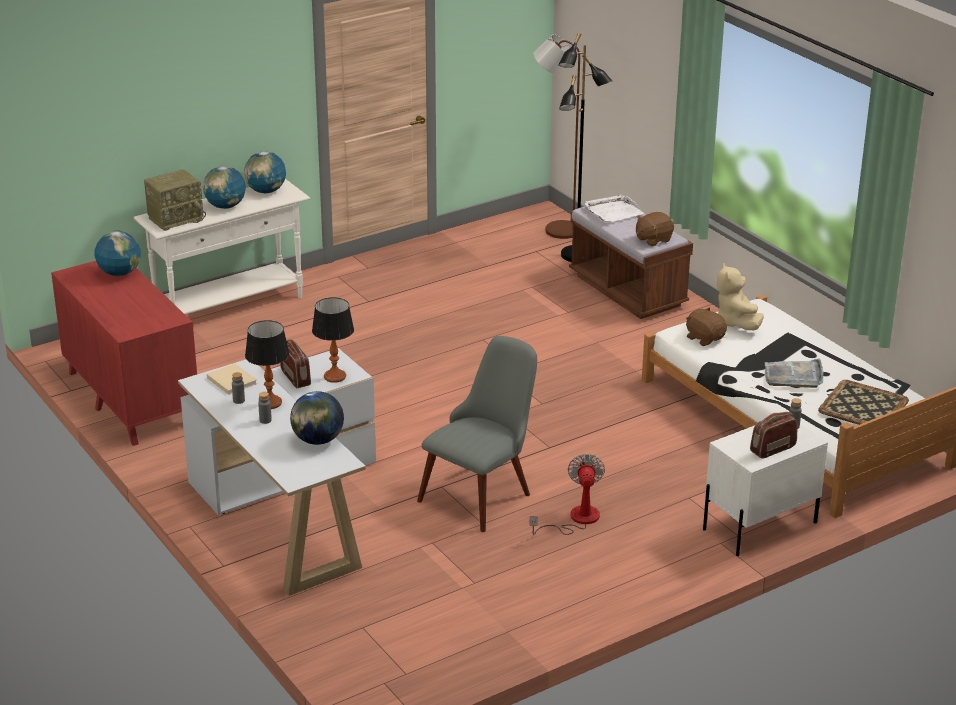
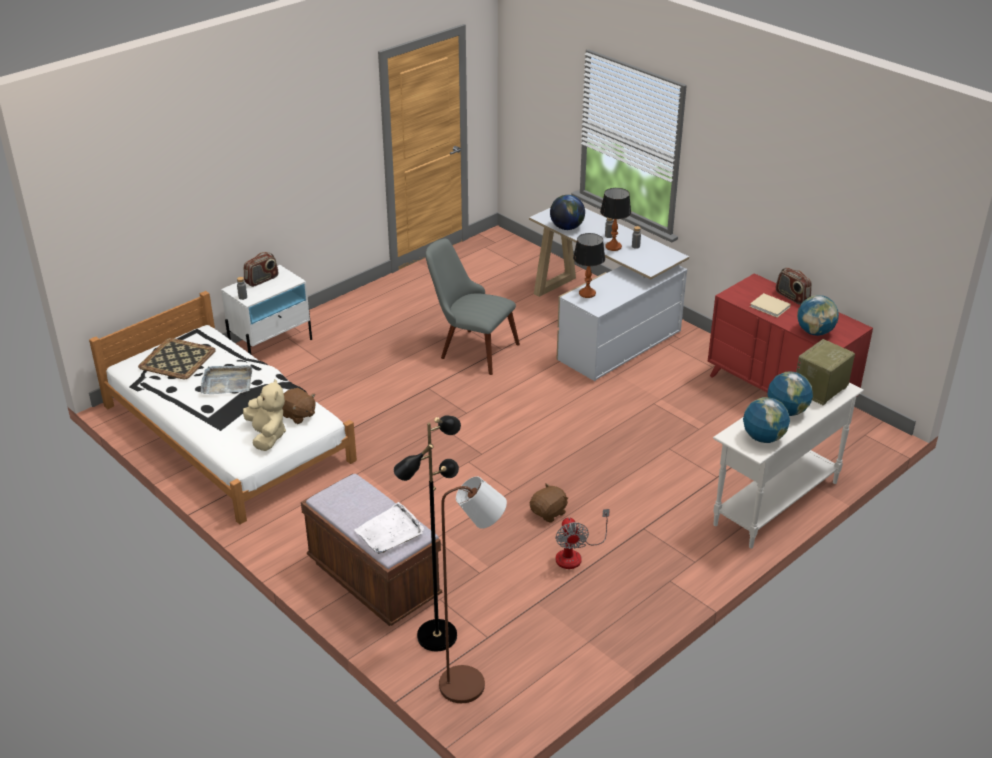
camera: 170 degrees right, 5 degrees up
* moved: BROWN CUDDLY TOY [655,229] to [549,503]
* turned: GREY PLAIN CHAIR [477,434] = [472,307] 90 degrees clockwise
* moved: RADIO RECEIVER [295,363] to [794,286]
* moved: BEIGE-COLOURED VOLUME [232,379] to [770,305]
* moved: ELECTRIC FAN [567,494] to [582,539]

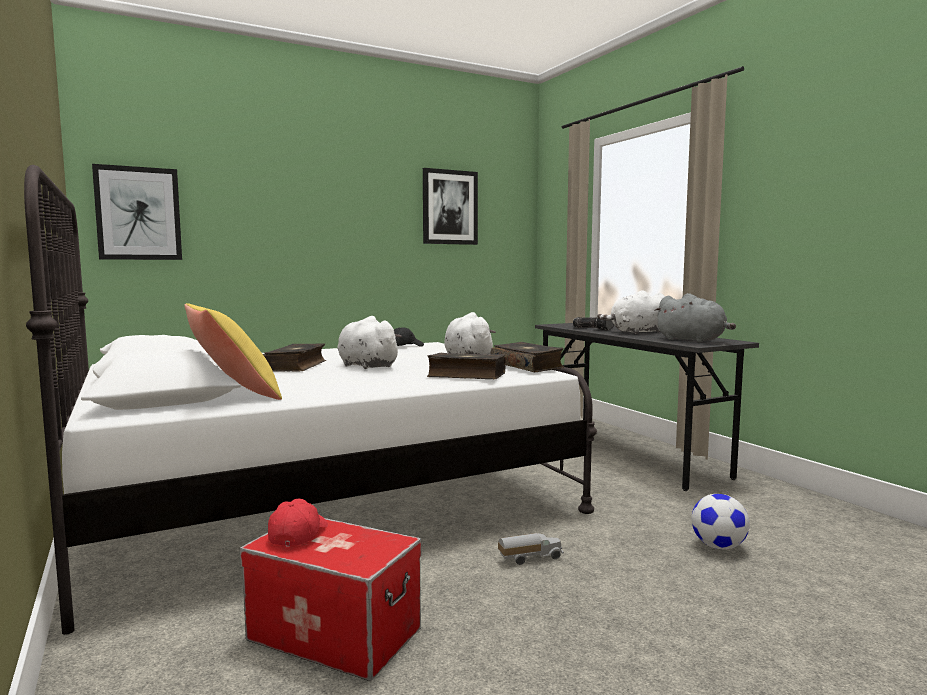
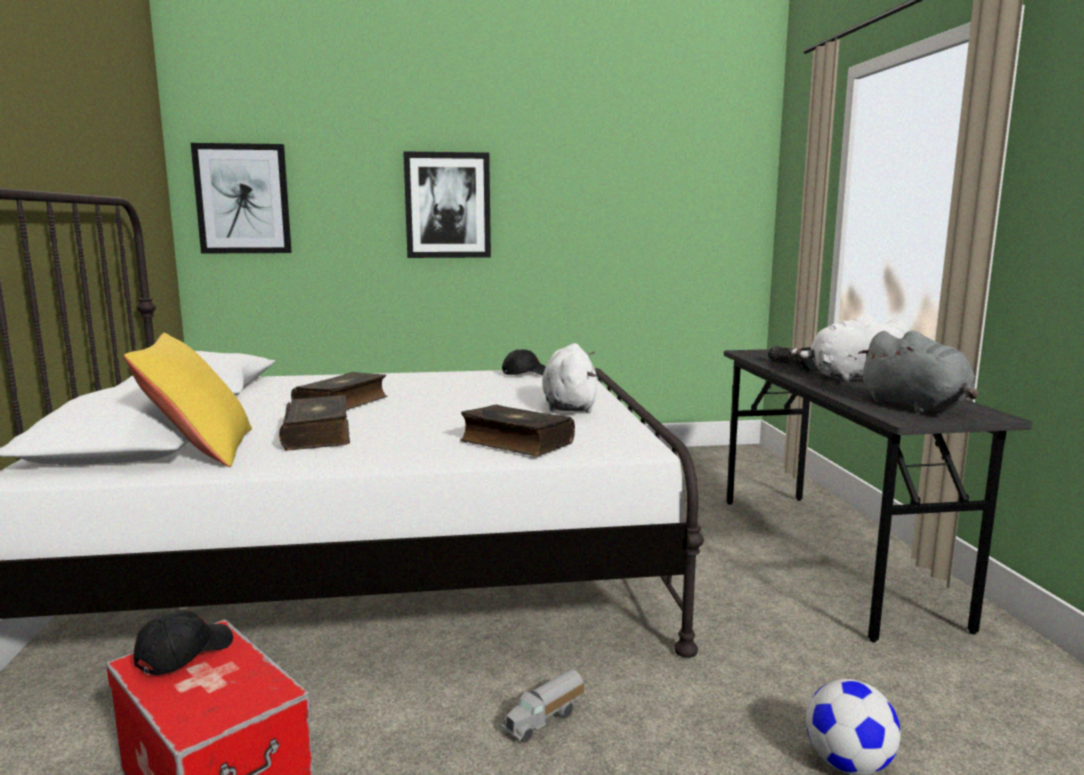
camera: 20 degrees right, 5 degrees up
* moved: WALL ART [450,206] to [447,204]
* removed: WHITE CUDDLY TOY [369,342]
* moved: VOLUME [527,357] to [314,422]
* recoloured: RED PEAKED CAP [298,523] to BLACK PEAKED CAP [183,642]
* turned: MODEL TRUCK [531,549] = [542,706] 135 degrees clockwise

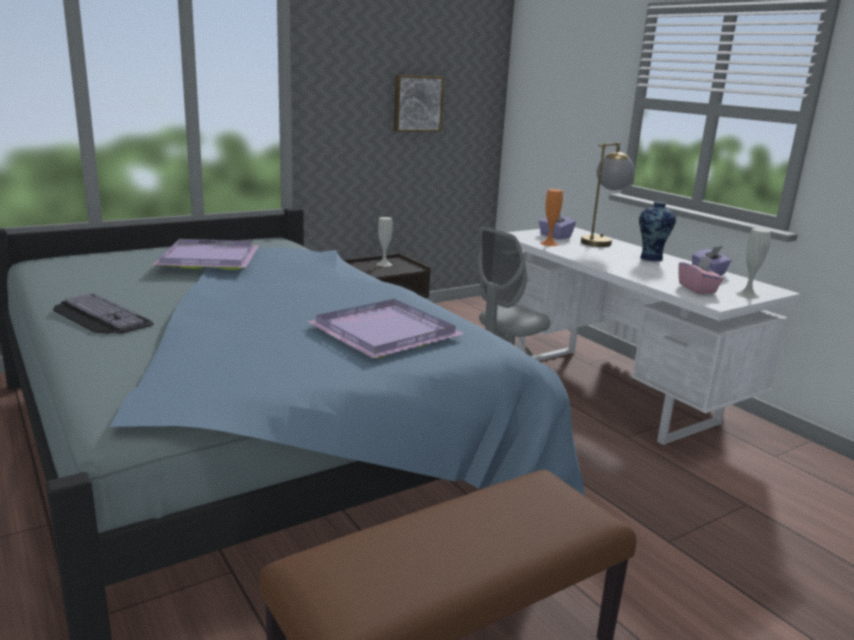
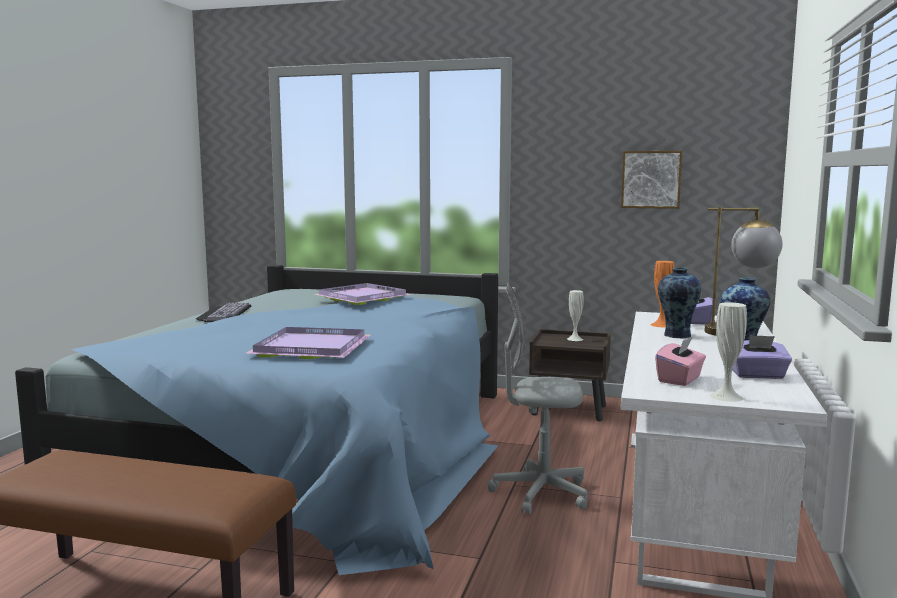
camera: 50 degrees right, 10 degrees down
* added: VASE [679,302]

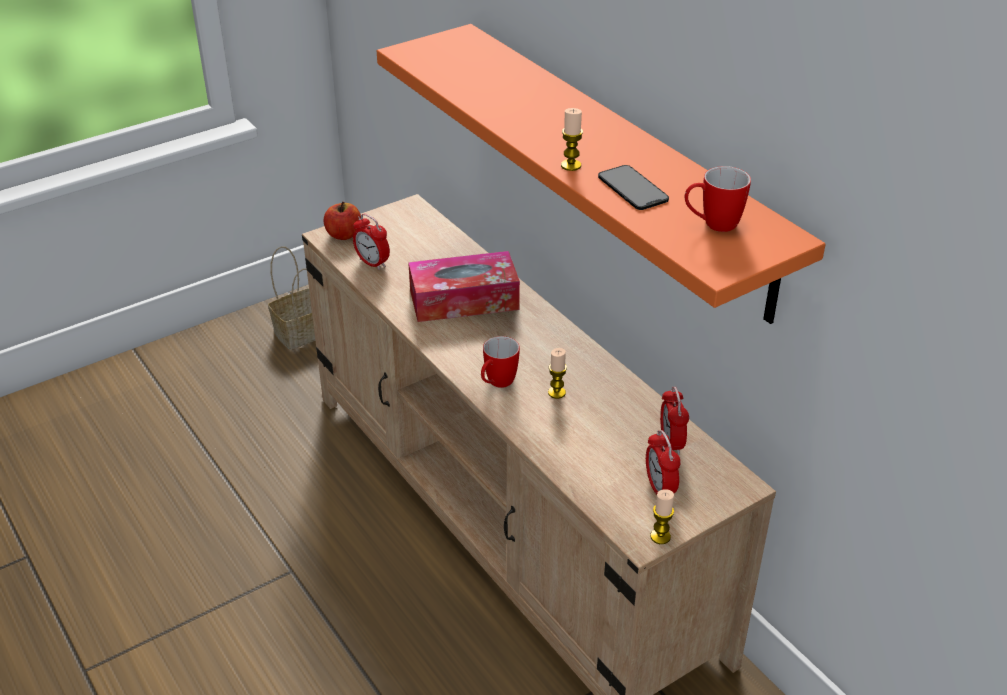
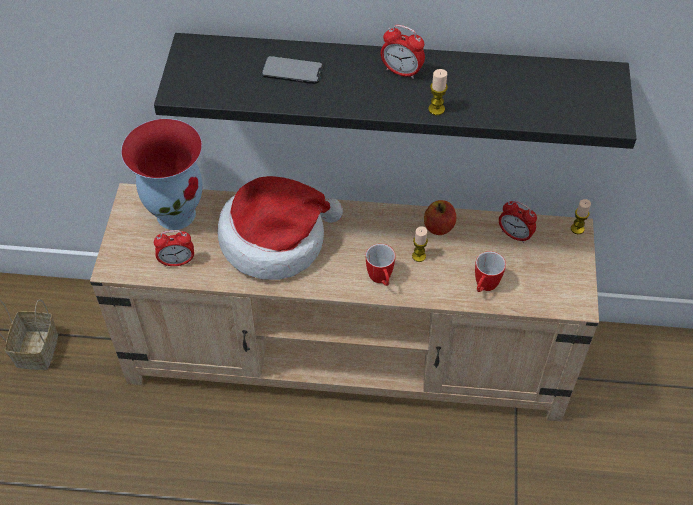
camera: 50 degrees left, 15 degrees up
* recoloured: ORANGE-COLOURED WALL SHELF [601,174] to BLACK WALL SHELF [395,91]
* moved: HANDSET [633,187] to [292,70]
* moved: TEA MUG [718,199] to [490,271]
* moved: APPLE [342,221] to [440,217]
* replaced: BOX OF TISSUES [464,286] to WEARABLE HAT [280,228]
* moved: TABLE CLOCK [663,462] to [403,52]
* moved: WAX CANDLE [662,516] to [581,216]
* added: VASE [162,174]

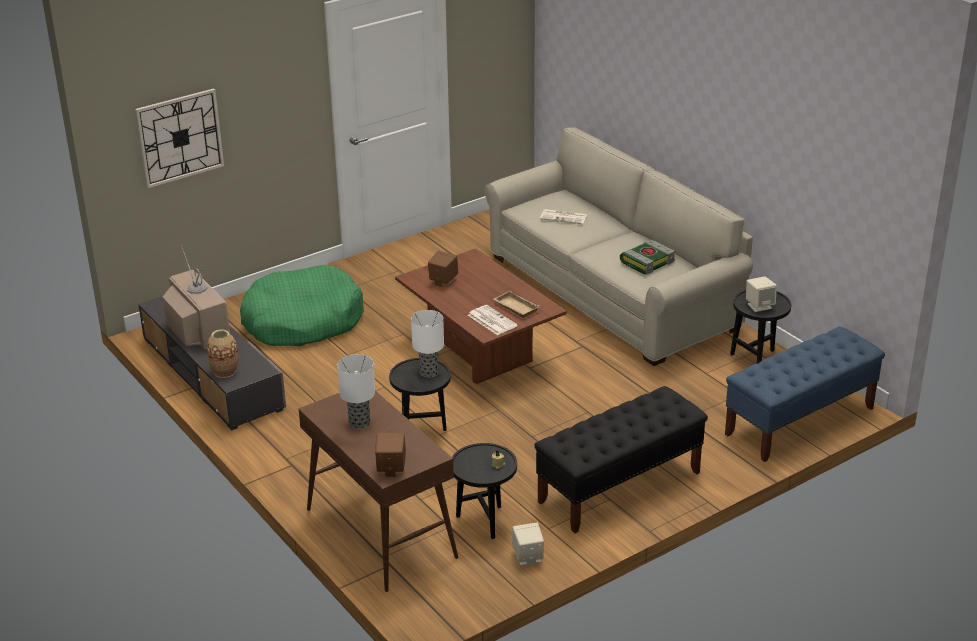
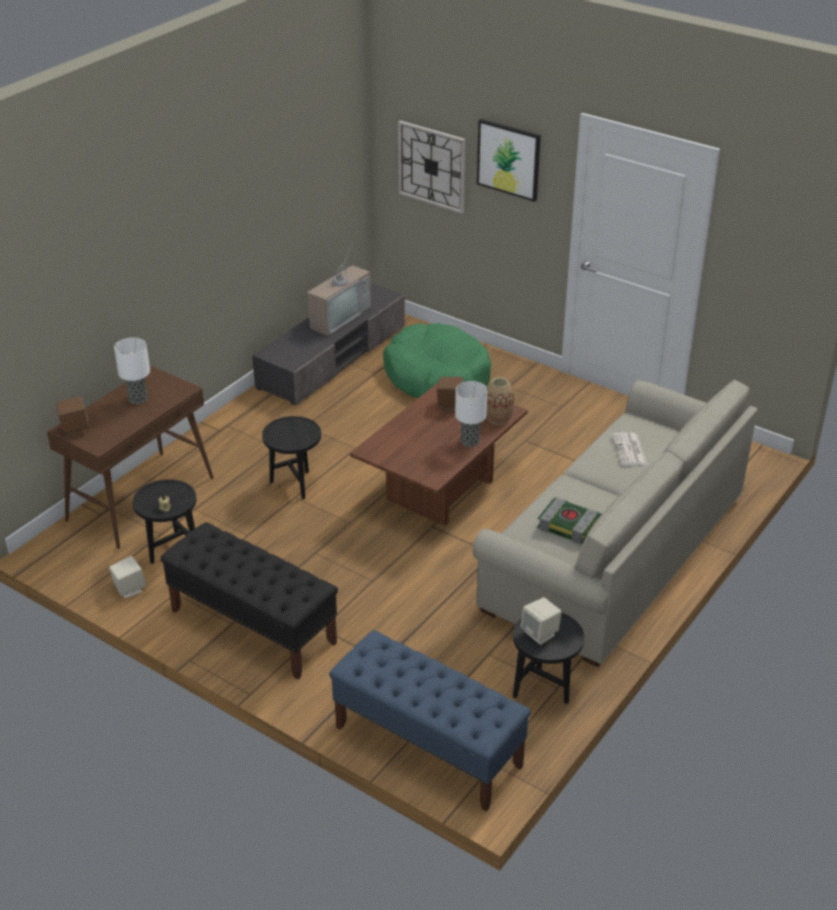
camera: 70 degrees right, 5 degrees up
* removed: BEIGE-COLOURED CARRYING TRAY [516,304]
* removed: DAILY PAPER [492,320]
* moved: TABLE LAMP [427,344] to [471,414]
* moved: VASE [222,354] to [500,401]
* added: WALL ART [509,160]

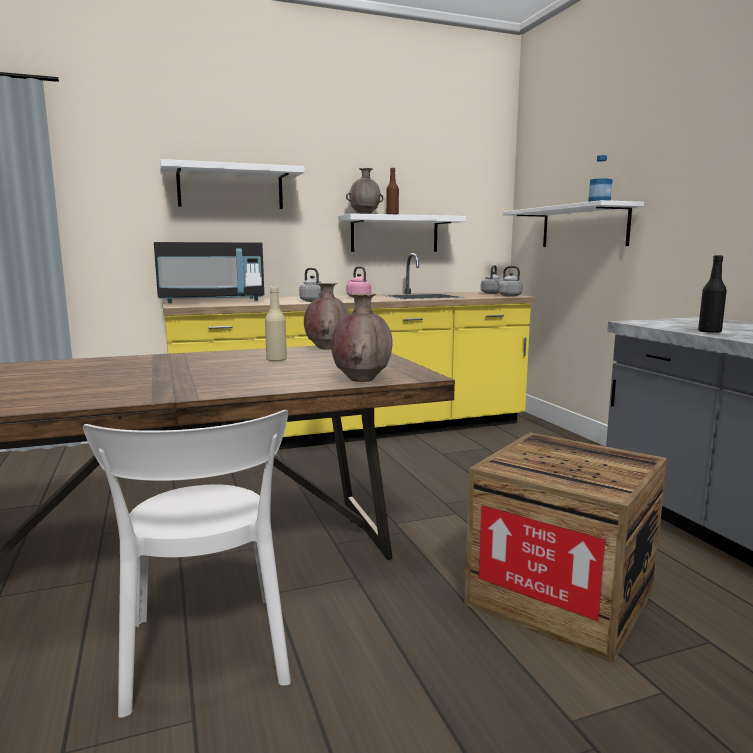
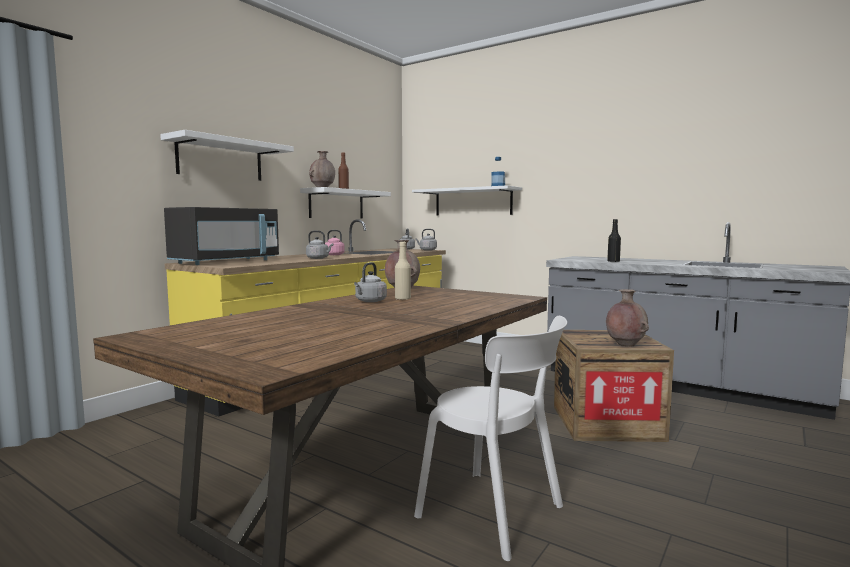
camera: 35 degrees left, 5 degrees down
* moved: BROWN VASE [362,337] to [627,317]
* added: GREY WATER KETTLE [370,282]

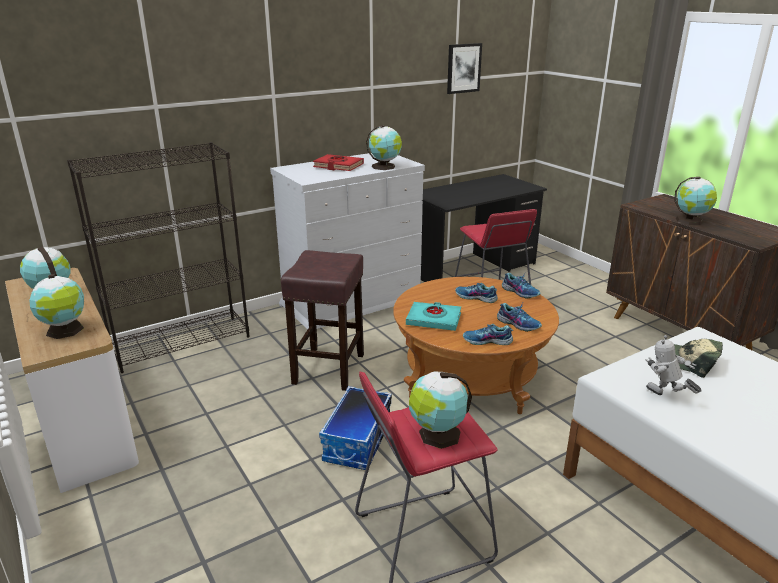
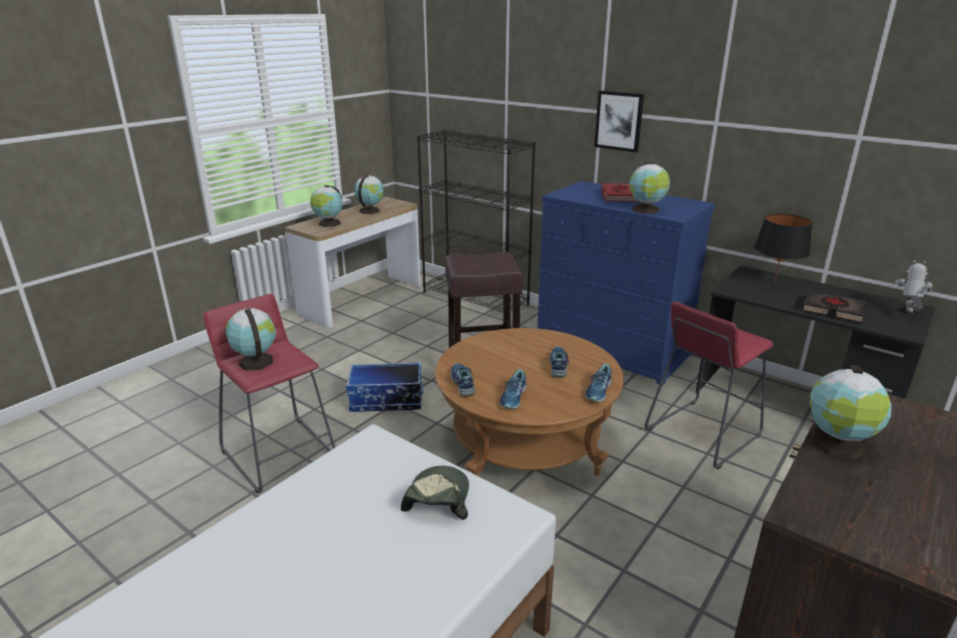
camera: 70 degrees right, 0 degrees up
* moved: WALL ART [464,68] to [619,121]
* recoloured: WHITE CHEST OF DRAWERS [347,241] to BLUISH CHEST OF DRAWERS [626,283]
* removed: TURQUOISE-COLOURED VOLUME [433,316]
* moved: MODEL ROBOT [674,365] to [914,287]
* added: BLACK TABLE LAMP [783,248]
* added: BLACK VOLUME [834,306]

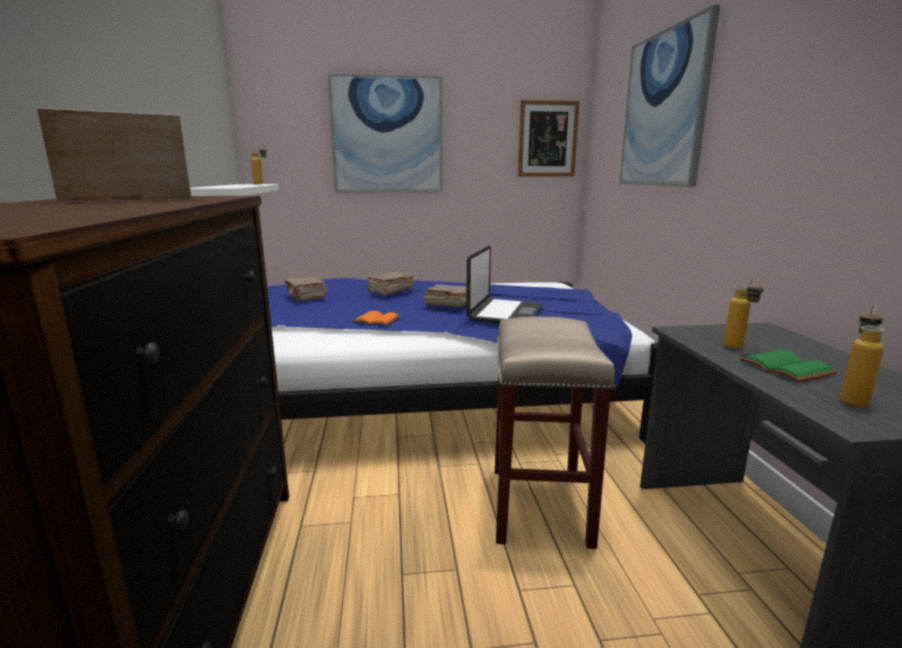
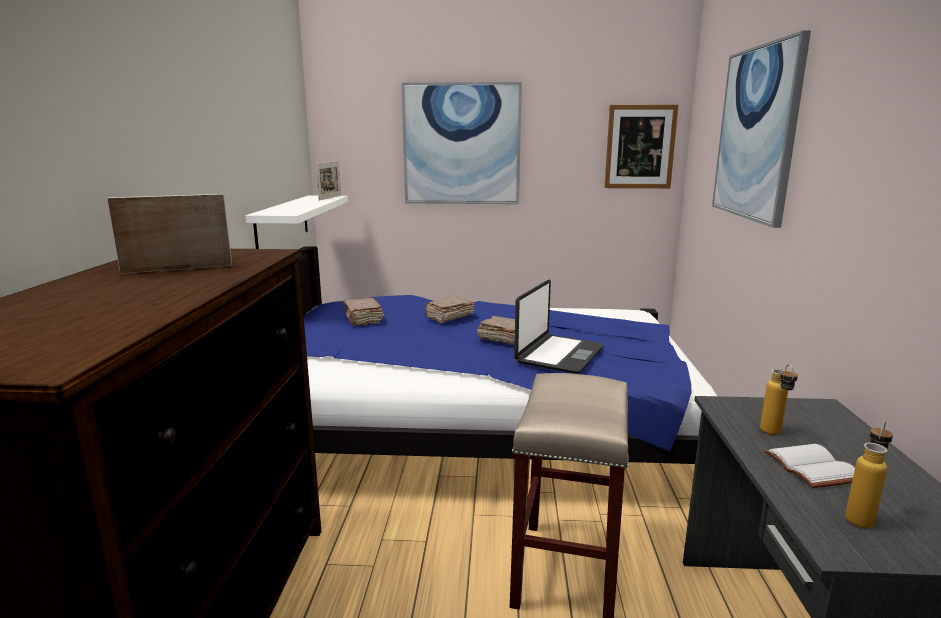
camera: 10 degrees right, 0 degrees up
* replaced: DRINK BOTTLE [259,164] to STANDING FRAME [328,181]
* removed: ORANGE-COLOURED VOLUME [376,318]
* recoloured: GREEN-COLOURED VOLUME [788,366] to WHITE VOLUME [810,466]

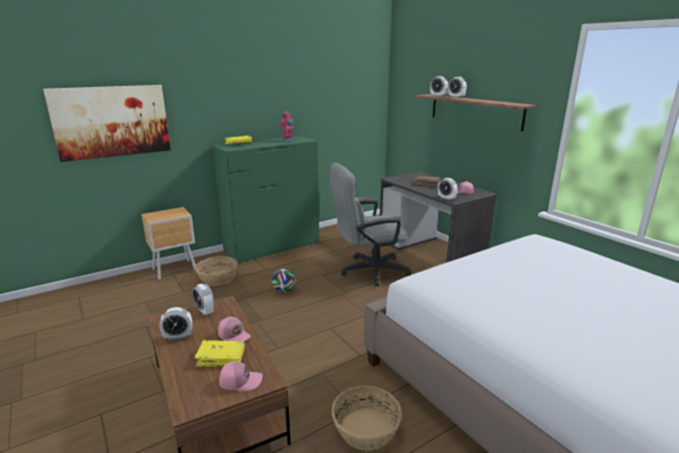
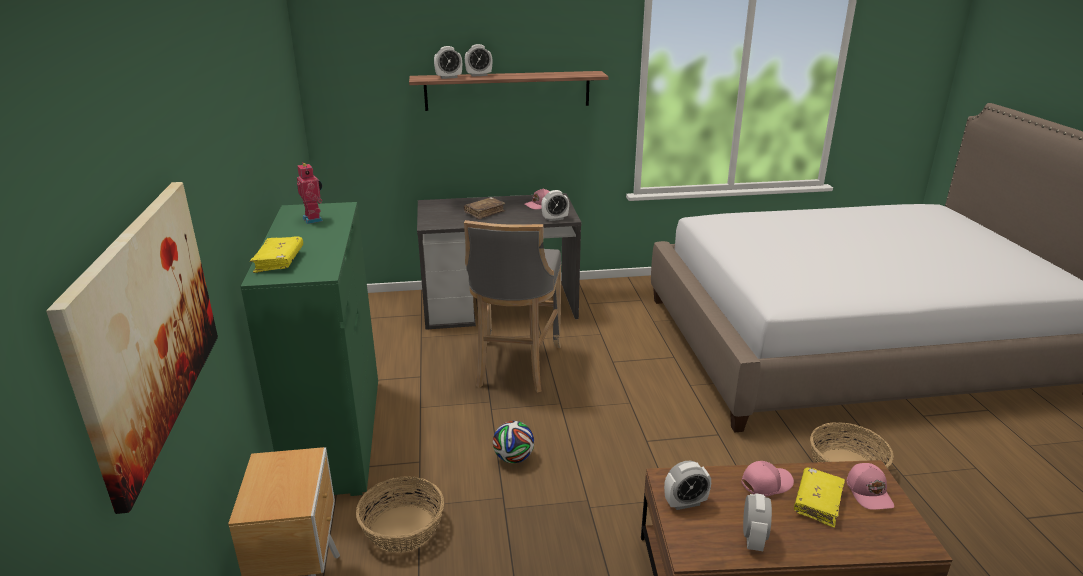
camera: 65 degrees left, 5 degrees up
* replaced: GREY OFFICE CHAIR [370,224] to GREY STOOL SEAT [512,306]
* turned: PINKISH PEAKED CAP [241,376] = [870,486] 150 degrees clockwise

